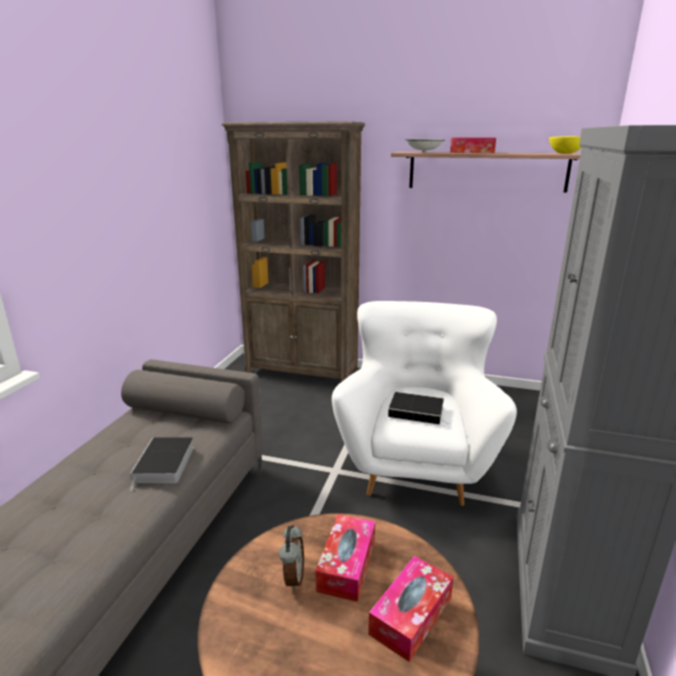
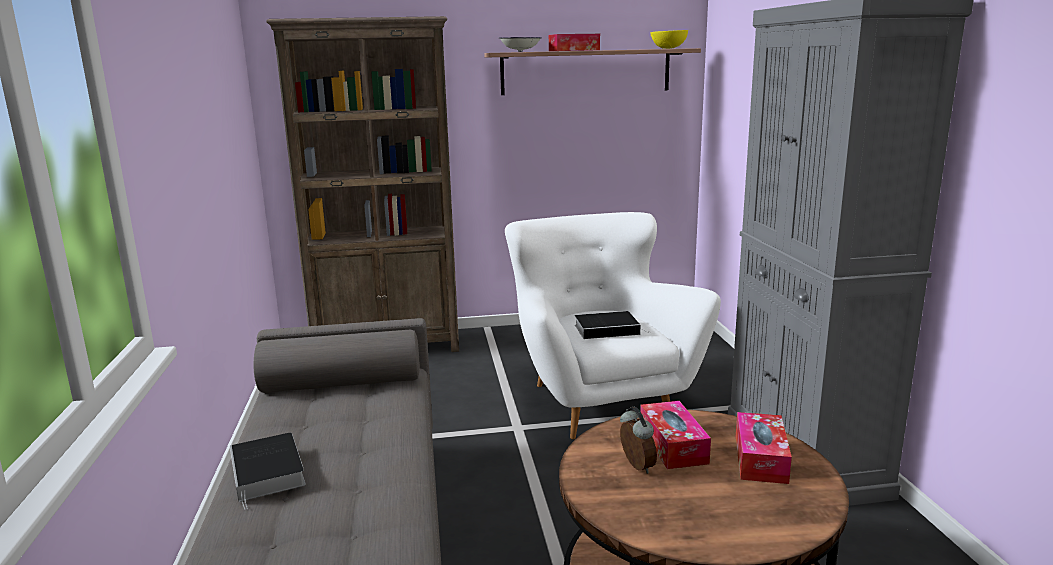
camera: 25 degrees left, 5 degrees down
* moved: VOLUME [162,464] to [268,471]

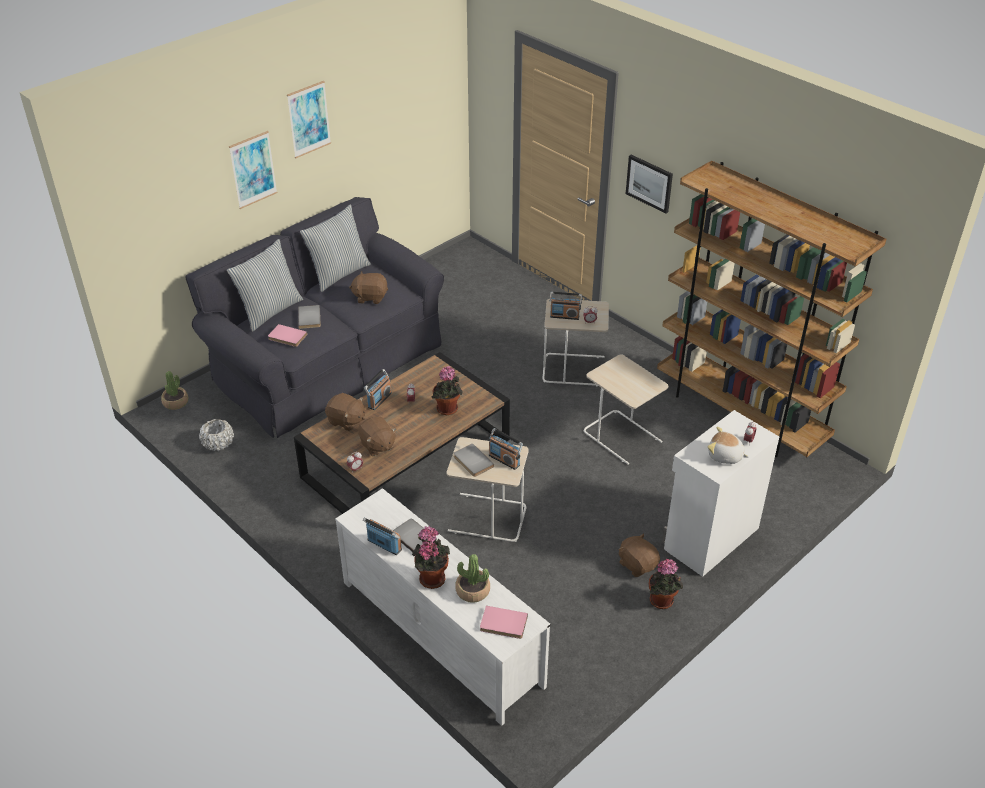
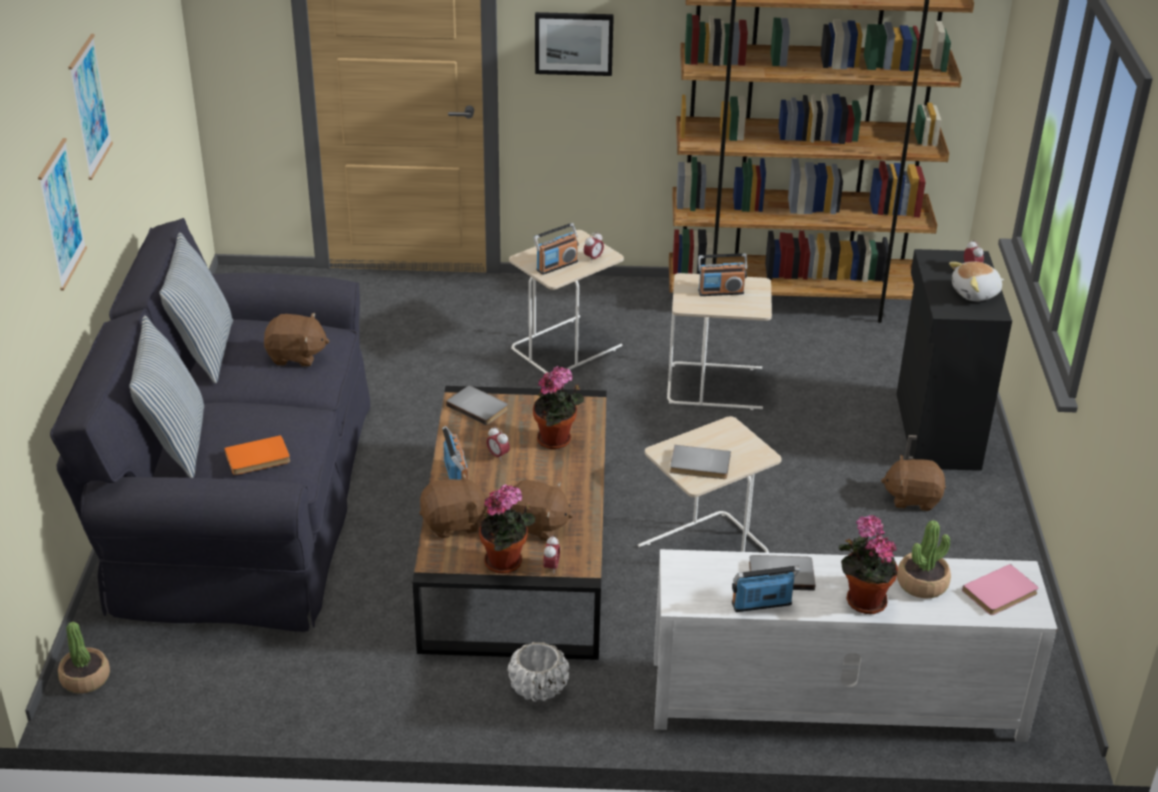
camera: 45 degrees left, 5 degrees down
* turned: BROWN CUDDLY TOY [368,287] = [296,340] 135 degrees counterclockwise
* moved: GREY VOLUME [309,317] to [477,406]
* recoloured: PINKISH VOLUME [287,335] to ORANGE-COLOURED VOLUME [257,455]
* recoloured: WHITE CUPBOARD [720,493] to BLACK CUPBOARD [954,360]
* moved: WHITE FLOWER POT [216,435] to [538,672]
* moved: RADIO RECEIVER [506,449] to [722,274]
* moved: HOUSEPLANT [666,584] to [507,529]

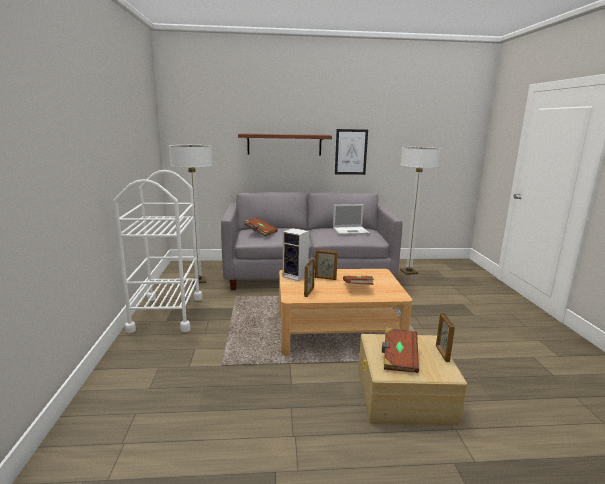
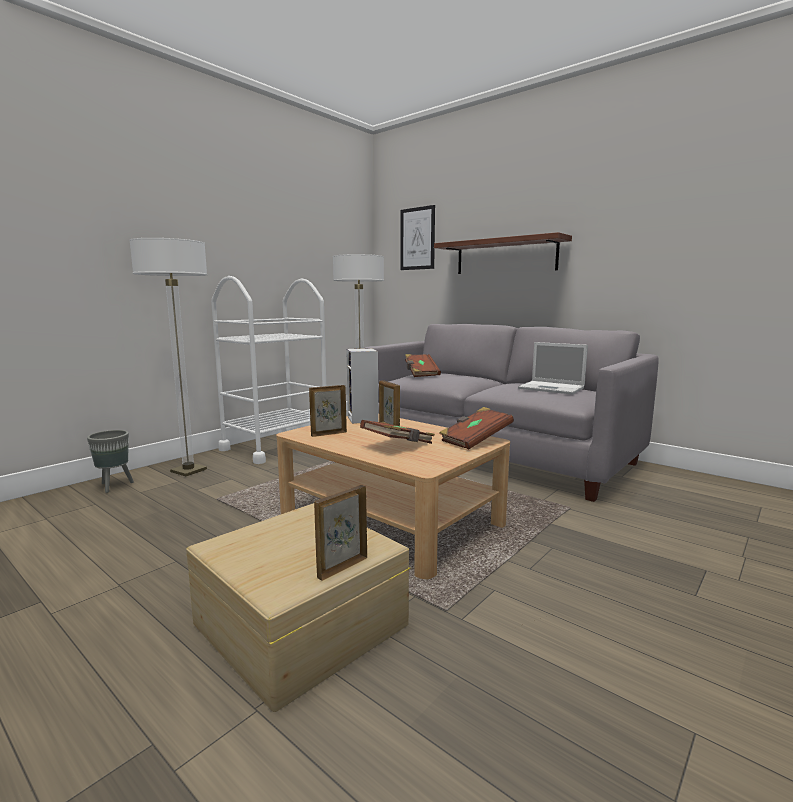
camera: 45 degrees right, 5 degrees down
* moved: WALL ART [351,152] to [418,237]
* moved: STANDING LAMP [420,211] to [168,357]
* moved: BROWN VOLUME [400,350] to [476,428]
* added: GREY FLOWER POT [110,461]

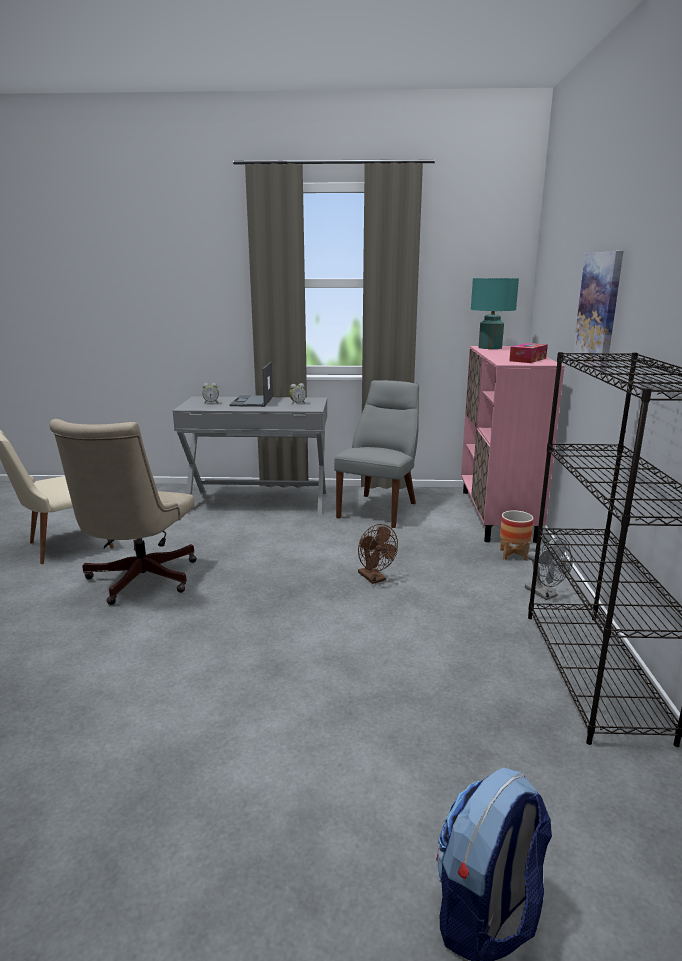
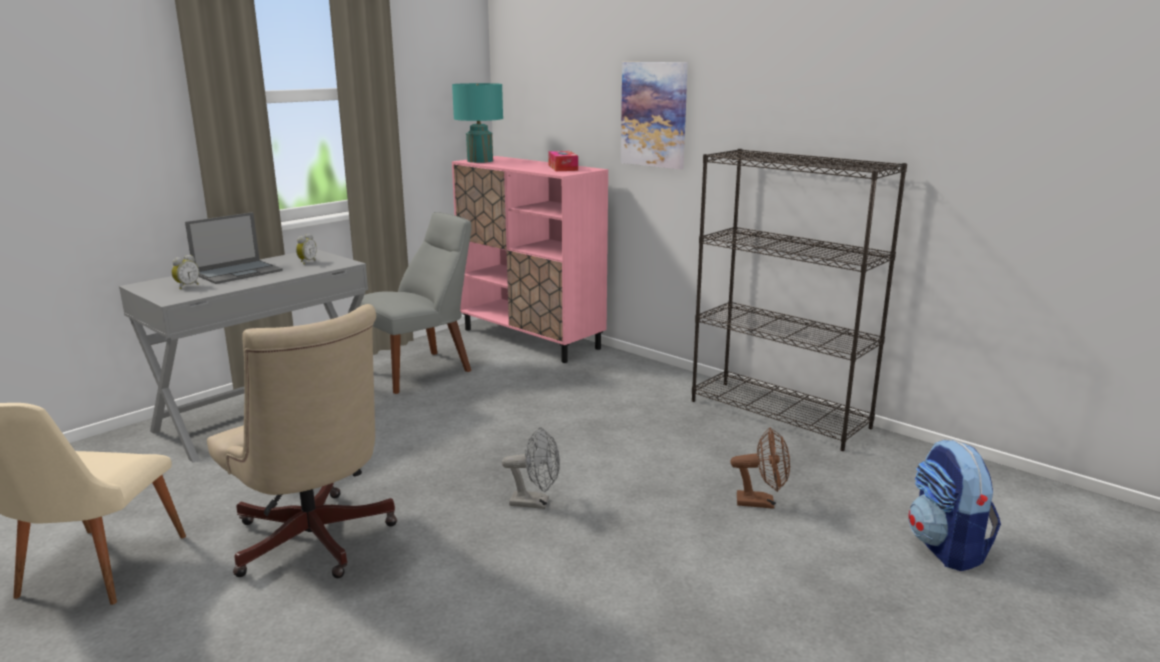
camera: 50 degrees left, 0 degrees up
* turned: NOTEBOOK COMPUTER [251,384] = [234,248] 90 degrees counterclockwise
* turned: GREY PLAIN CHAIR [376,454] = [415,303] 75 degrees clockwise
* removed: FLOWER POT [517,535]
* moved: BROWN ELECTRIC FAN [378,554] to [760,468]
* moved: GREY ELECTRIC FAN [549,568] to [531,468]

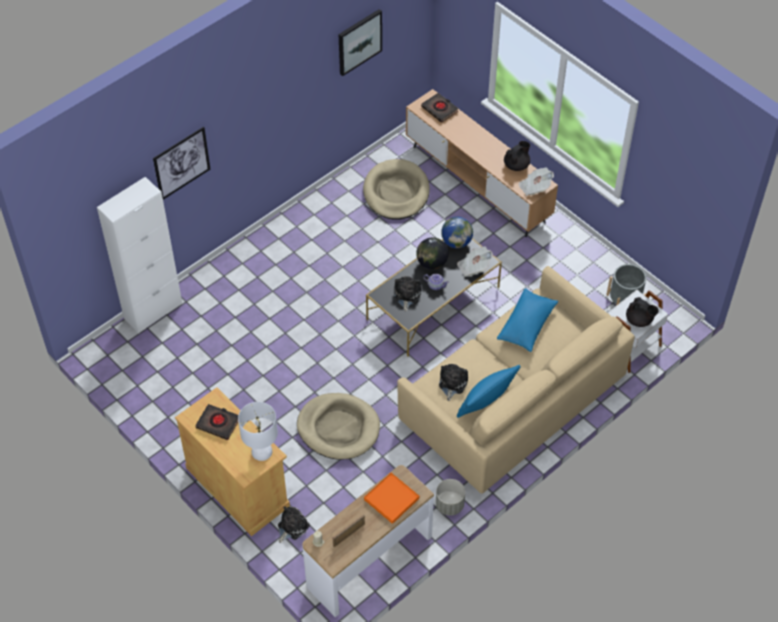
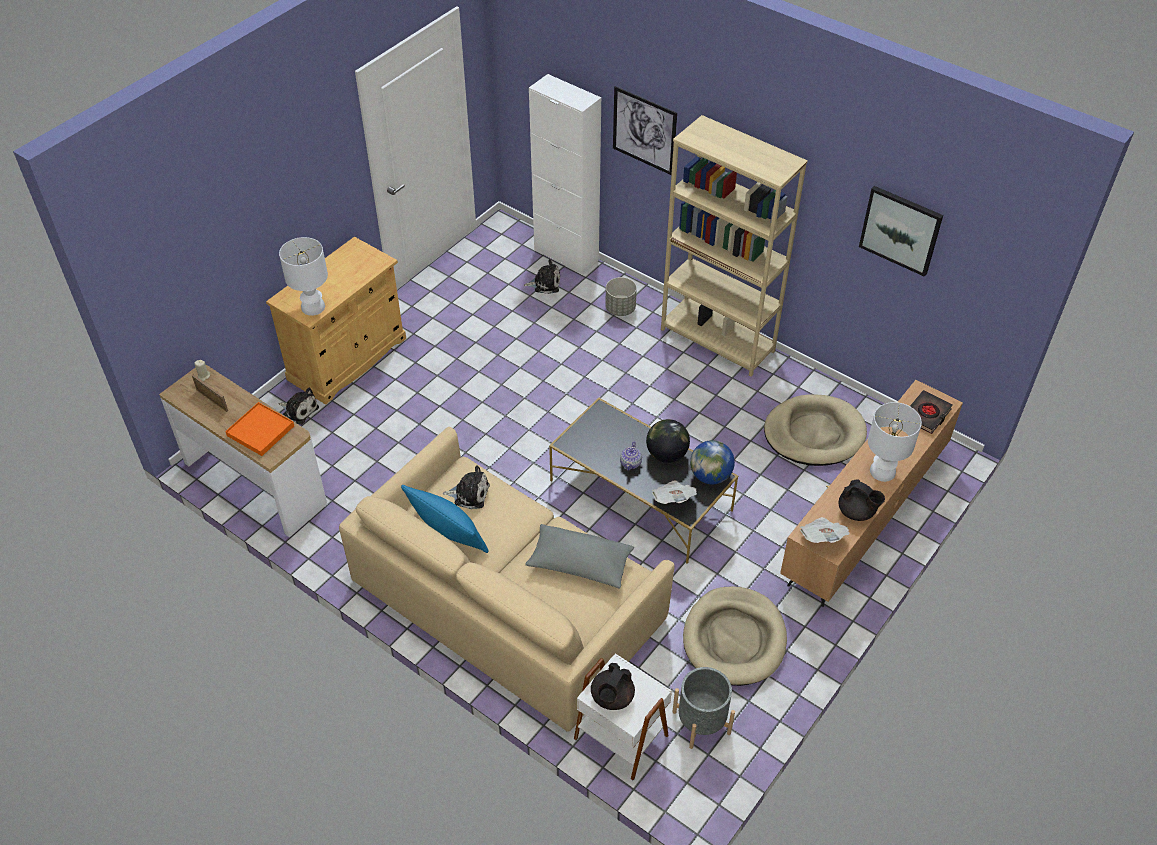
camera: 80 degrees right, 5 degrees down
* moved: CUDDLY TOY [408,293] to [541,276]
* recoloured: BLUISH CUSHION [527,320] to GREY CUSHION [579,556]
* moved: BEIGE-COLOURED DOG BED [338,426] to [735,636]
* removed: BLACK VOLUME [216,422]
* moved: GREY FLOWER POT [450,497] to [621,296]
* added: BEIGE-COLOURED SHELVING UNIT [734,246]
* added: WHITE TABLE LAMP [895,442]

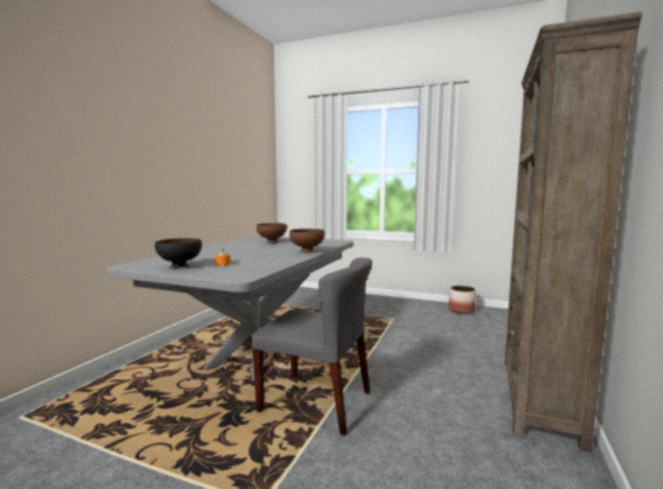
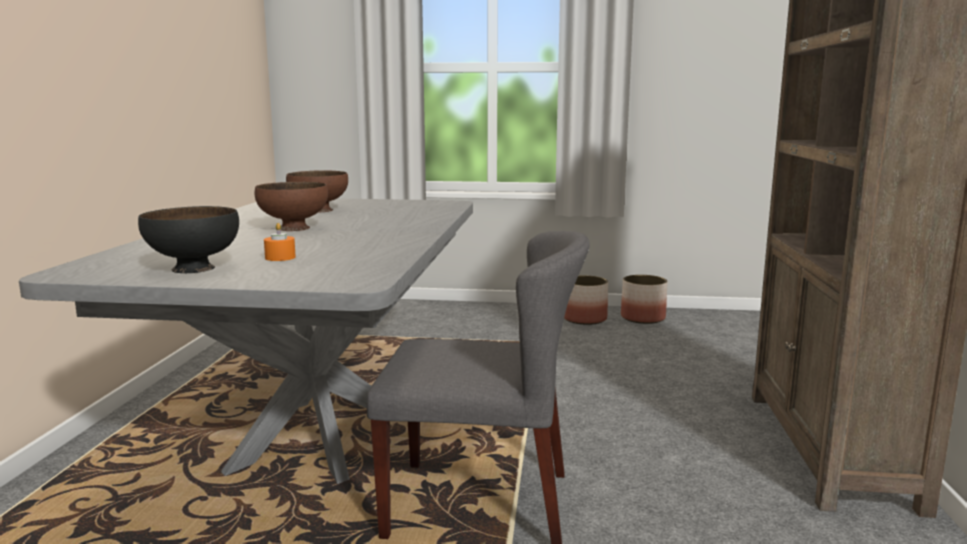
camera: 15 degrees left, 5 degrees up
* moved: BROWN SERVING BOWL [307,241] to [291,206]
* added: FLOWER POT [586,300]

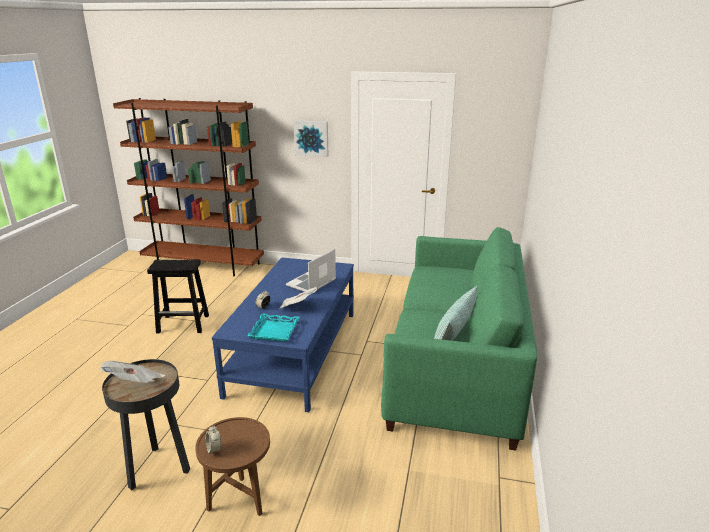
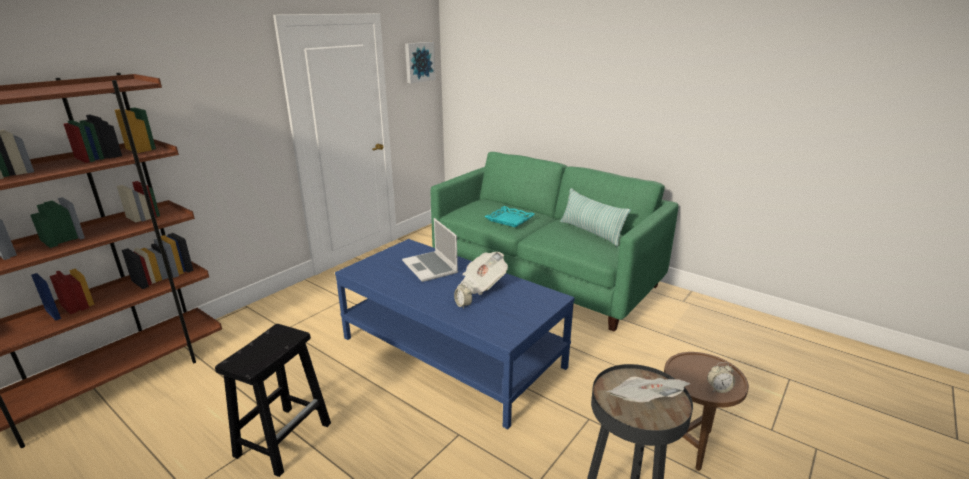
camera: 65 degrees left, 0 degrees up
* moved: WALL ART [311,138] to [420,62]
* moved: TURQUOISE-COLOURED CARRYING TRAY [273,327] to [509,216]

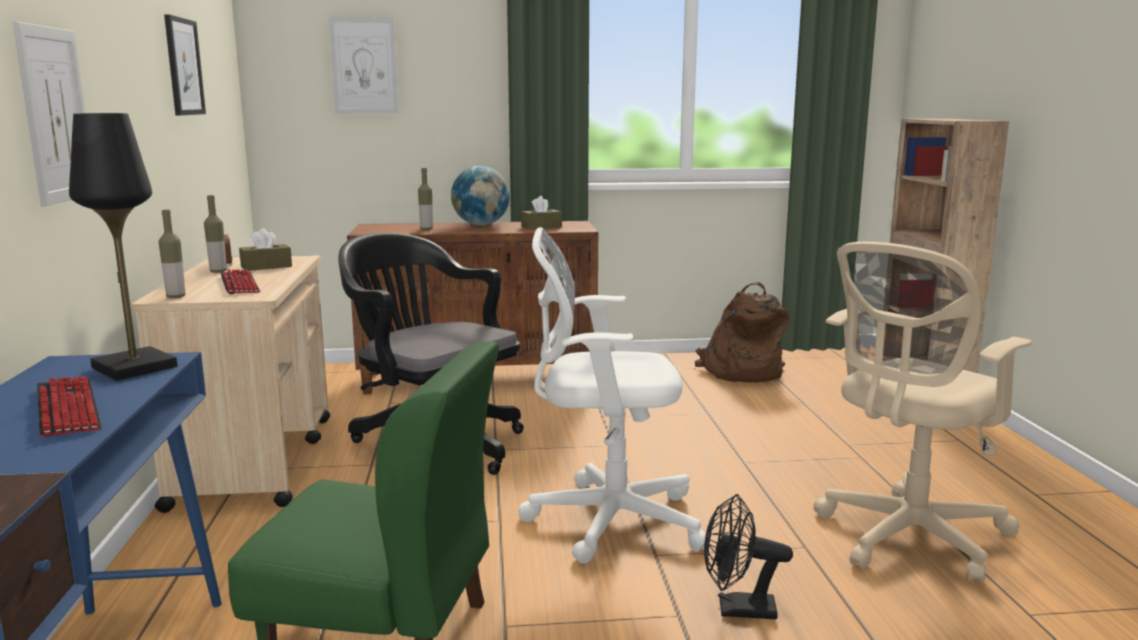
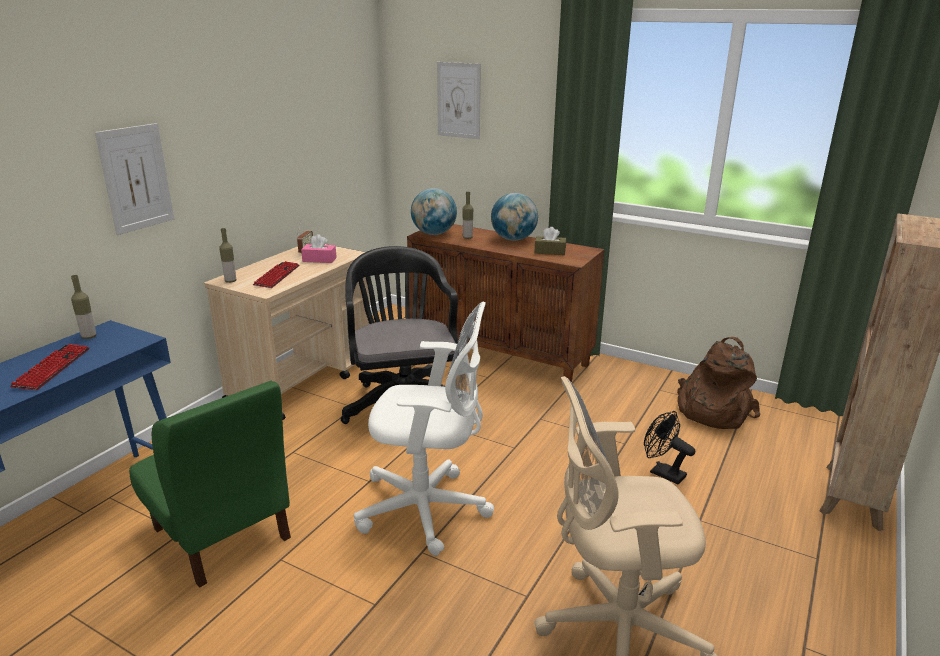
camera: 35 degrees right, 10 degrees up
* removed: WALL ART [185,64]
* removed: BLACK TABLE LAMP [123,247]
* moved: DRINK BOTTLE [215,234] to [83,307]
* turned: WHITE OFFICE CHAIR [612,395] = [424,429] 150 degrees clockwise
* recoloured: BROWN BOX OF TISSUES [265,249] to PINKISH BOX OF TISSUES [319,248]
* moved: BLACK ELECTRIC FAN [748,556] to [669,447]
* added: GLOBE [434,211]

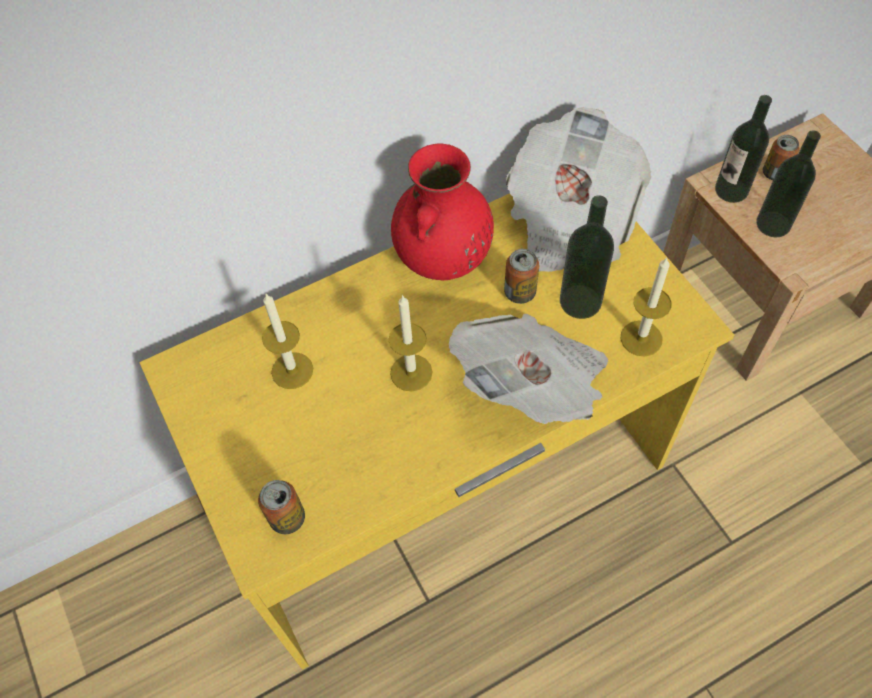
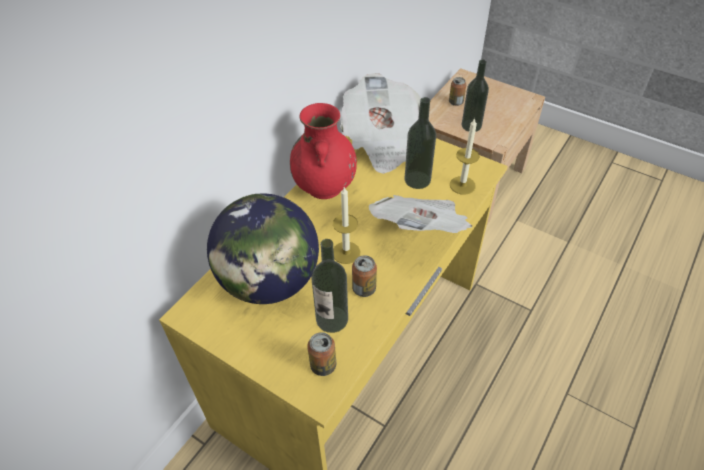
camera: 30 degrees left, 10 degrees down
* moved: DRINK BOTTLE [743,149] to [330,286]
* moved: METAL CAN [521,276] to [364,276]
* replaced: WAX CANDLE [287,341] to GLOBE [263,249]

